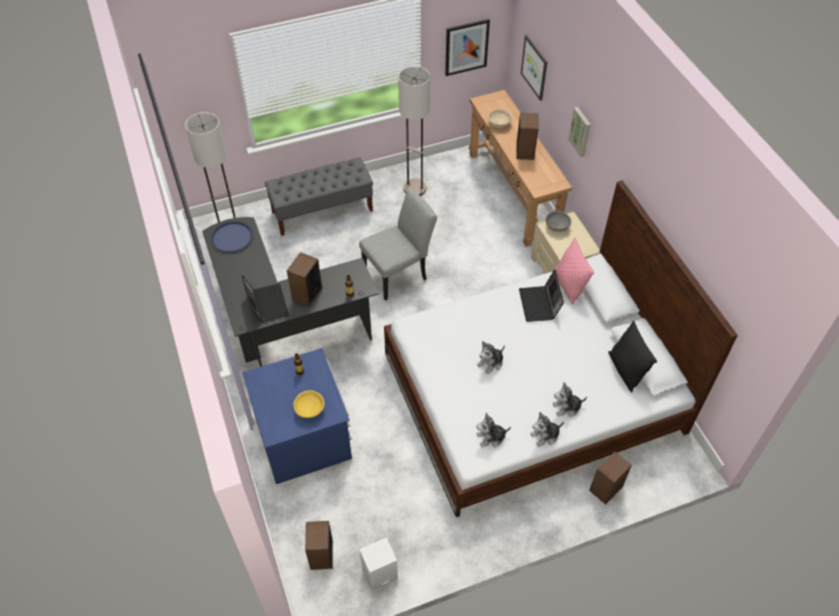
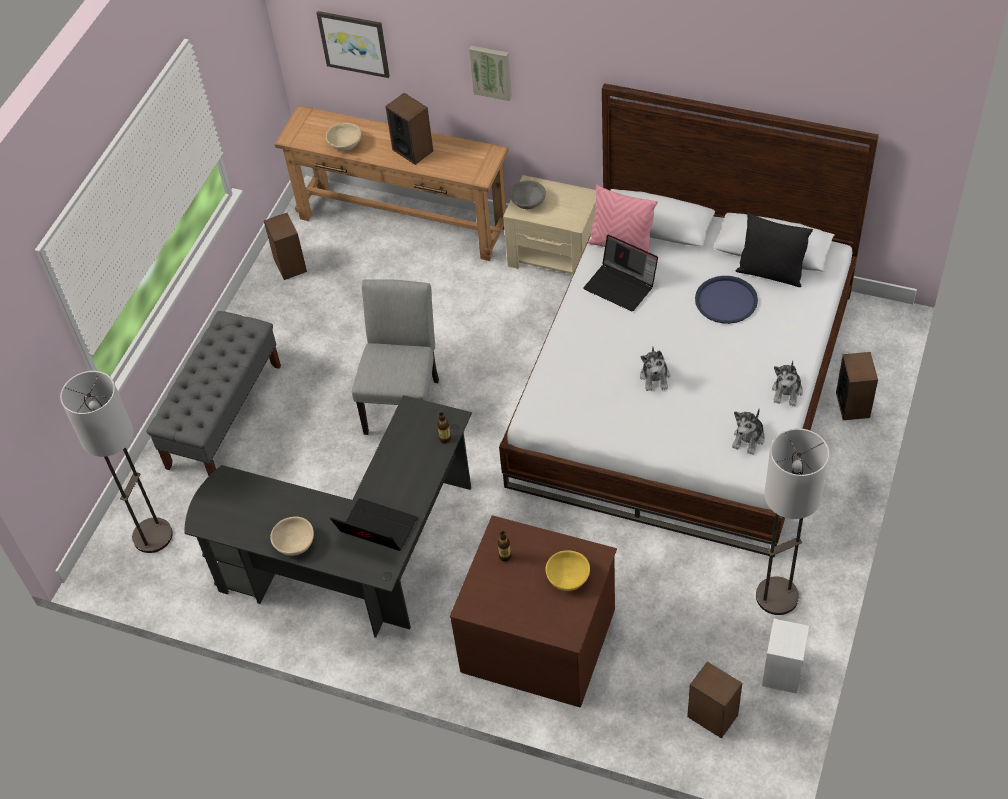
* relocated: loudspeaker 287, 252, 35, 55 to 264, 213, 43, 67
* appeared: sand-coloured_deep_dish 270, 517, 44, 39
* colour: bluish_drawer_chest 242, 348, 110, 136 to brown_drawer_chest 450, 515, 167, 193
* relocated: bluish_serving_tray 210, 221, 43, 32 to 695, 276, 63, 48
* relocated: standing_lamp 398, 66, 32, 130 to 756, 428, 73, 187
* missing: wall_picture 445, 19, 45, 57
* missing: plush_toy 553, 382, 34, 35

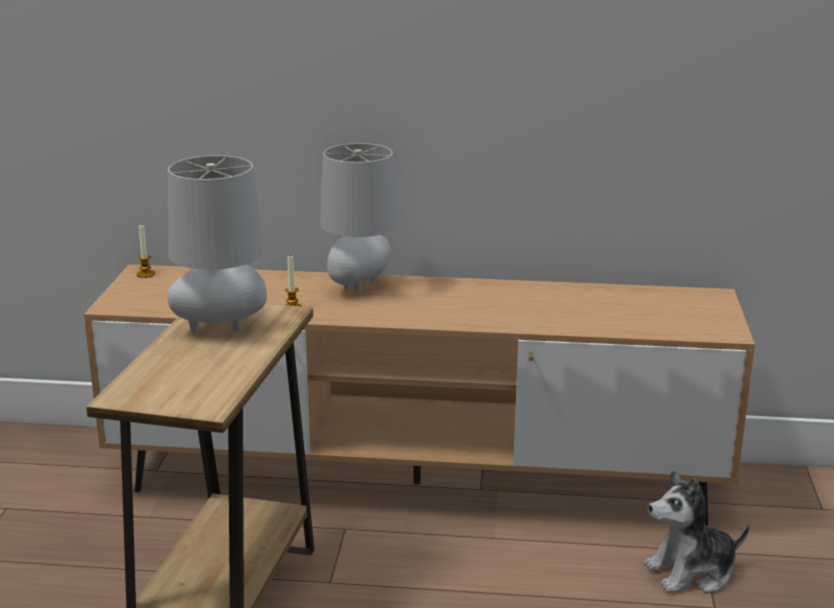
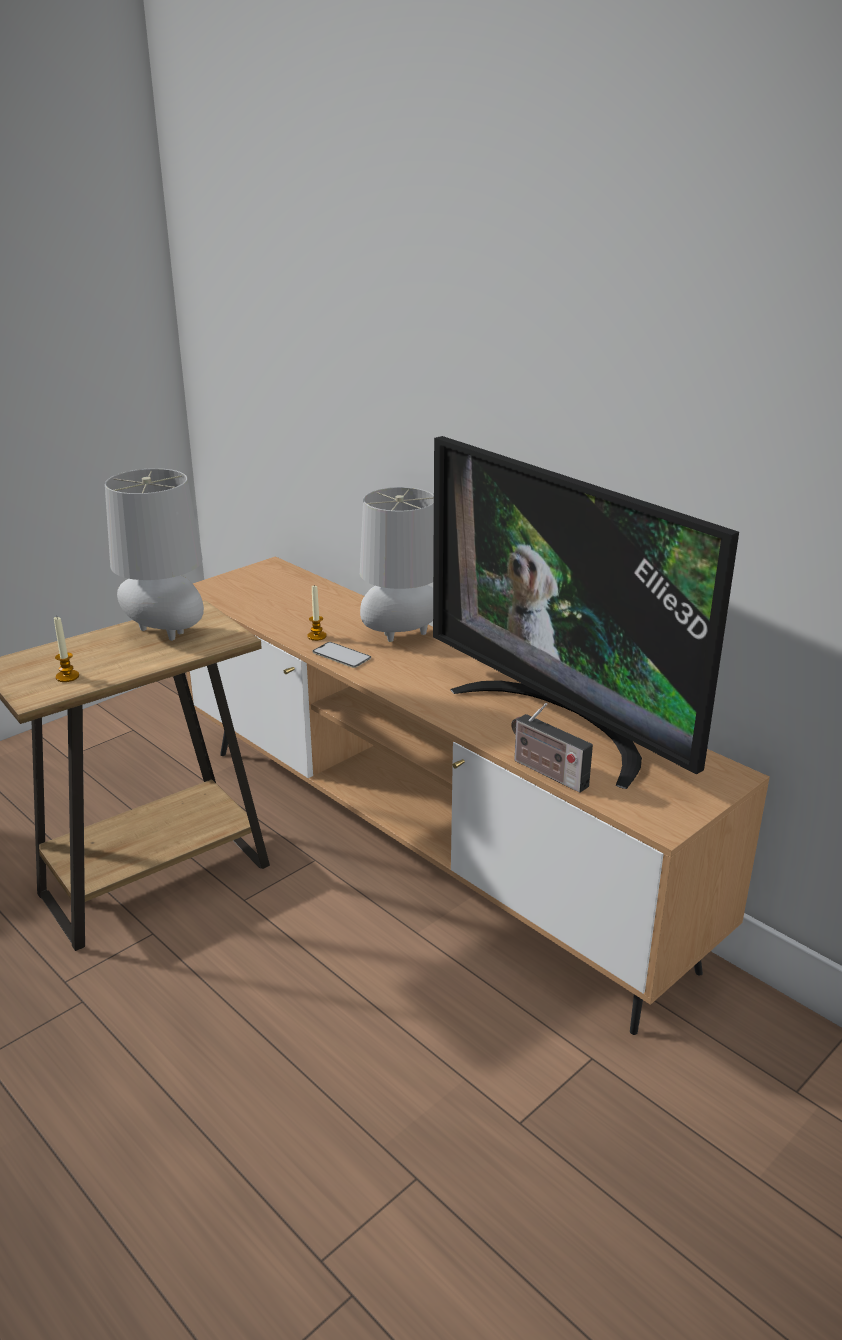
* relocated: candle 137, 225, 18, 53 to 54, 617, 25, 65
* appeared: phone 312, 642, 59, 26
* appeared: TV 433, 436, 306, 353
* appeared: radio 511, 703, 82, 90
* missing: plush_toy 644, 470, 106, 123

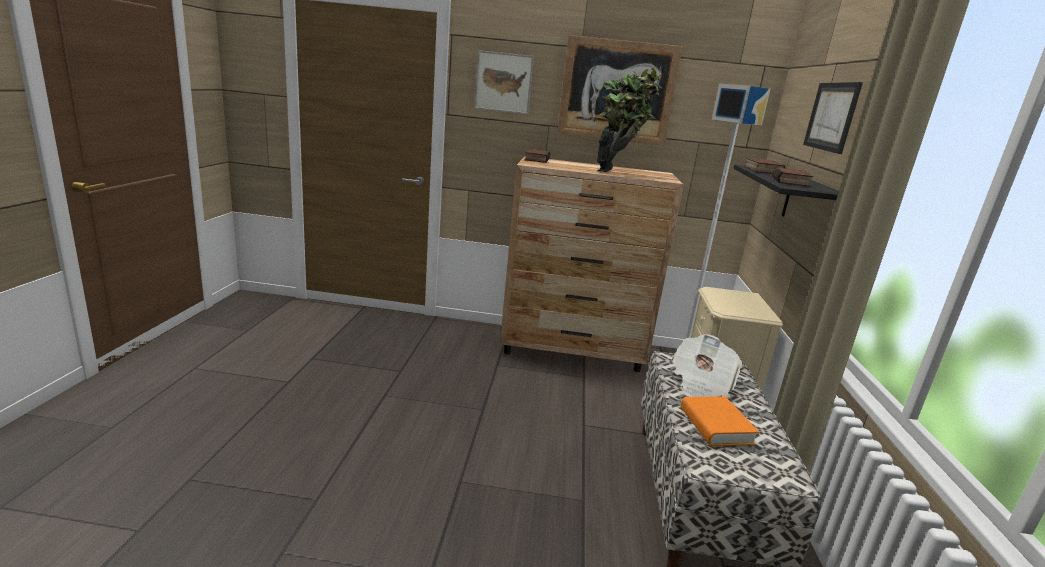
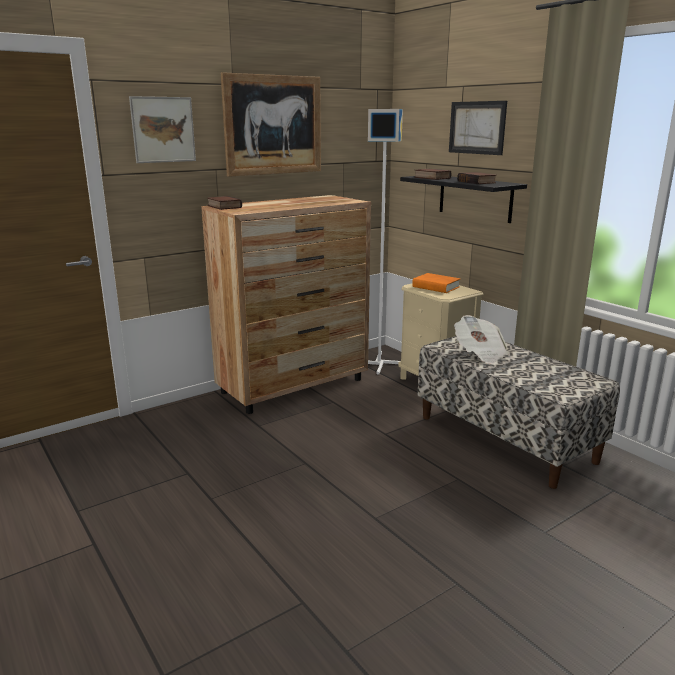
* relocated: orange_volume 681, 396, 78, 50 to 412, 273, 48, 20
* missing: potted_plant 597, 68, 66, 104

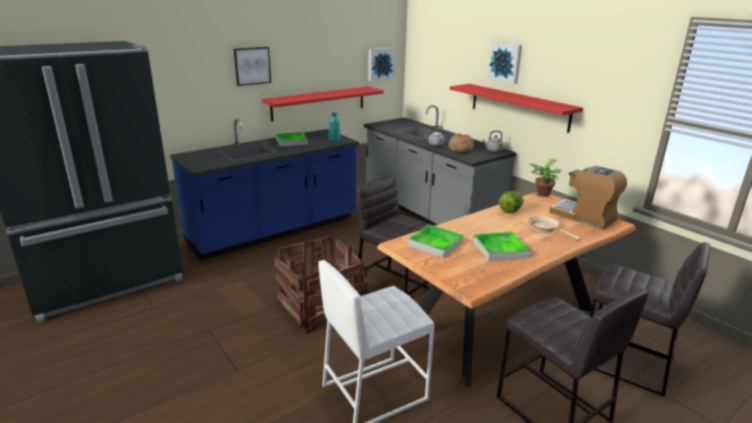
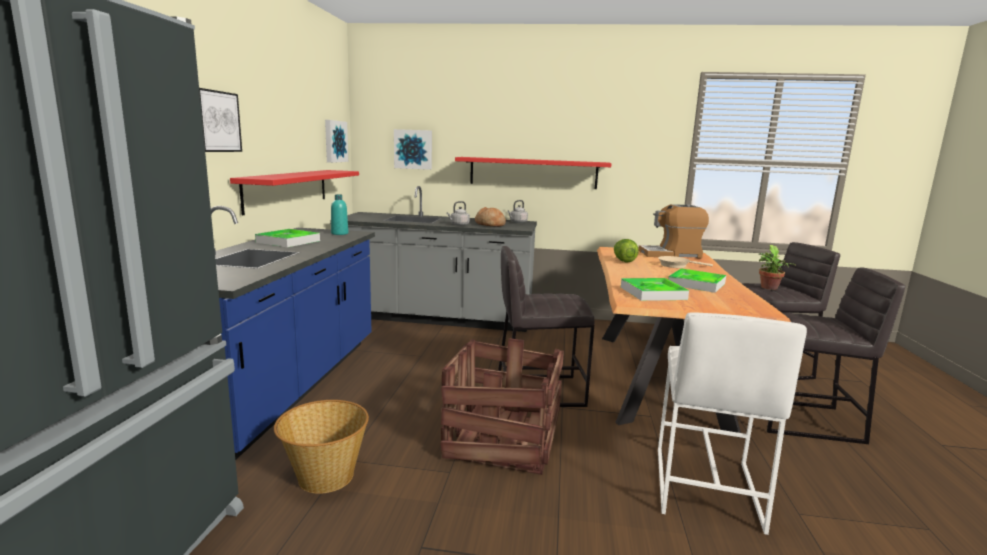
* appeared: basket 274, 400, 95, 94
* relocated: wall_picture 487, 42, 35, 42 to 394, 129, 38, 41
* relocated: potted_plant 528, 159, 33, 38 to 758, 245, 38, 45

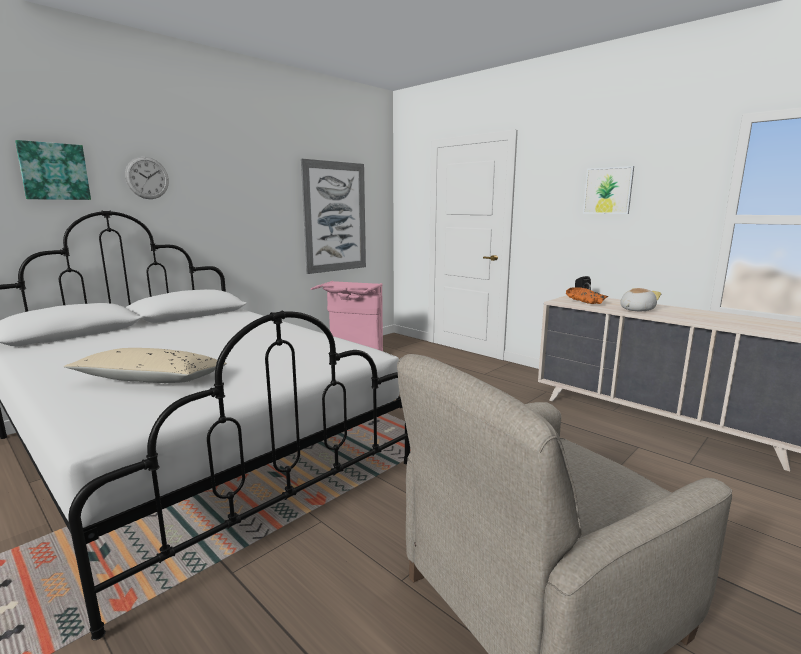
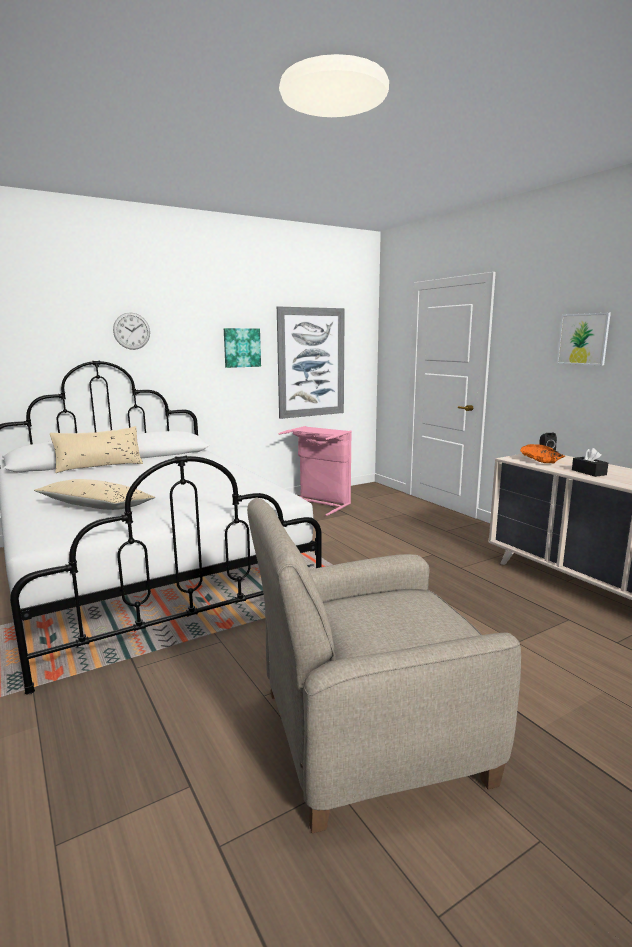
* appeared: sand-coloured_cushion 50, 426, 93, 47
* relocated: wall_picture 15, 140, 76, 60 to 224, 328, 37, 40
* exchanged: plush_toy 620, 288, 42, 23 to blackish_tissue_holder 572, 448, 36, 29

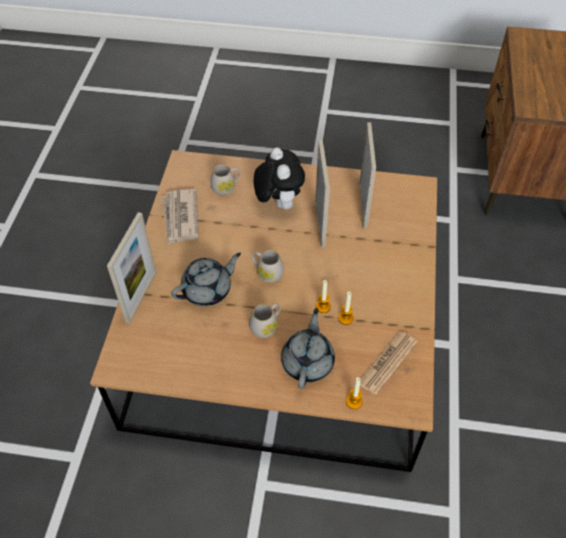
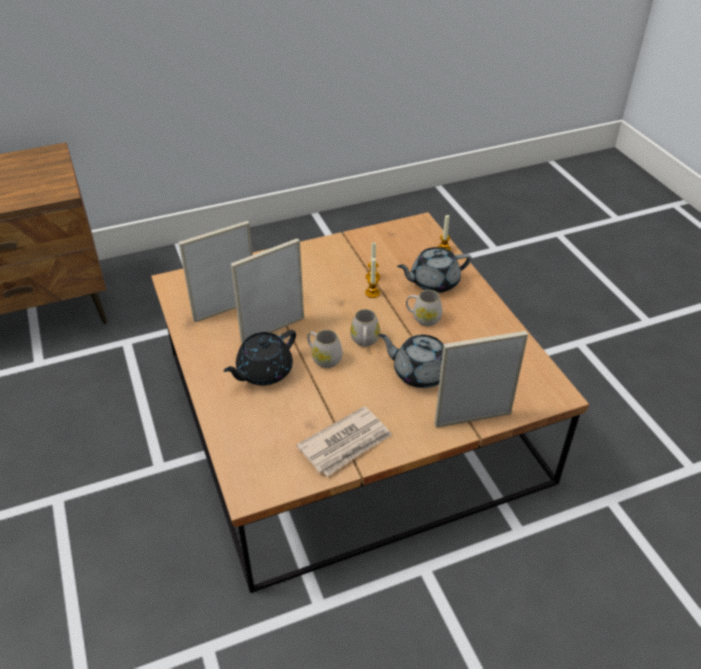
* exchanged: plush_toy 254, 147, 51, 63 to blackish_tea_pot 223, 330, 73, 55
* relocated: white-coloured_tea_mug 210, 165, 30, 30 to 307, 330, 36, 38
* missing: newspaper 360, 332, 58, 63

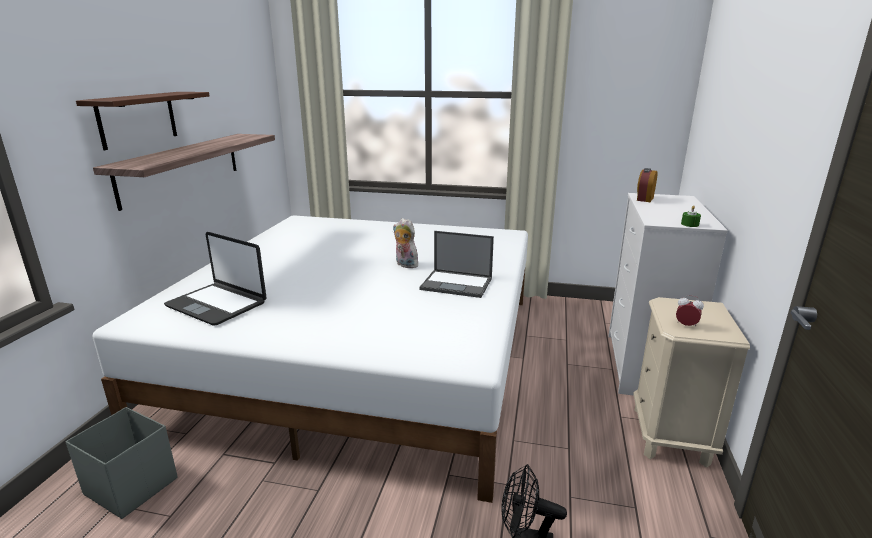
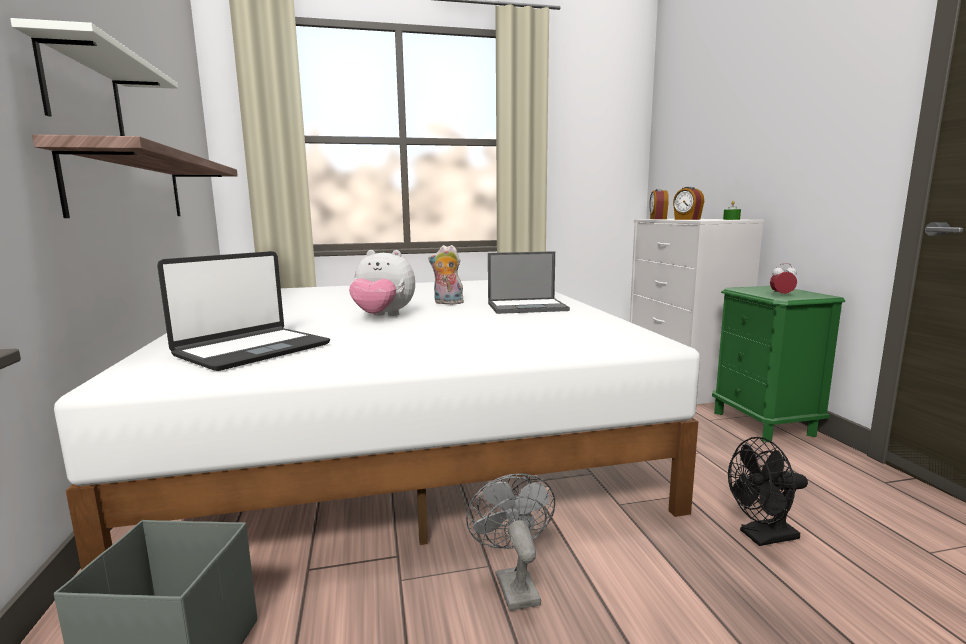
* colour: brown_wall_shelf 76, 92, 134, 58 to white-coloured_wall_shelf 10, 18, 168, 118
* spun: laptop 164, 232, 103, 93 = 157, 251, 173, 120 60 degrees counterclockwise
* appeared: plush_toy 349, 250, 66, 66
* appeared: gray_cooling_fan 466, 473, 89, 138
* appeared: alarm_clock 673, 187, 31, 33
* colour: sand-coloured_bedside_table 633, 297, 117, 171 to green-coloured_bedside_table 712, 286, 133, 157

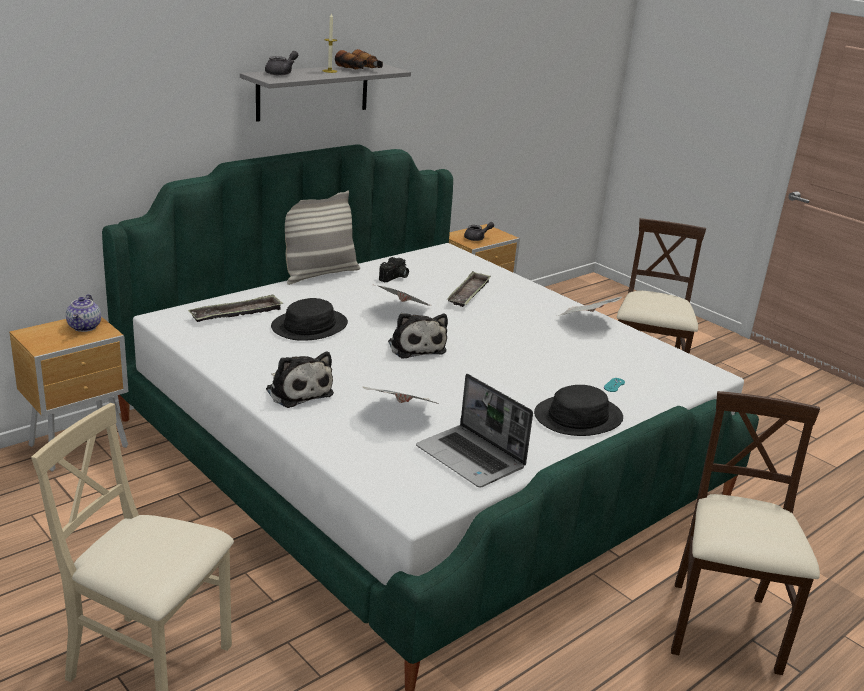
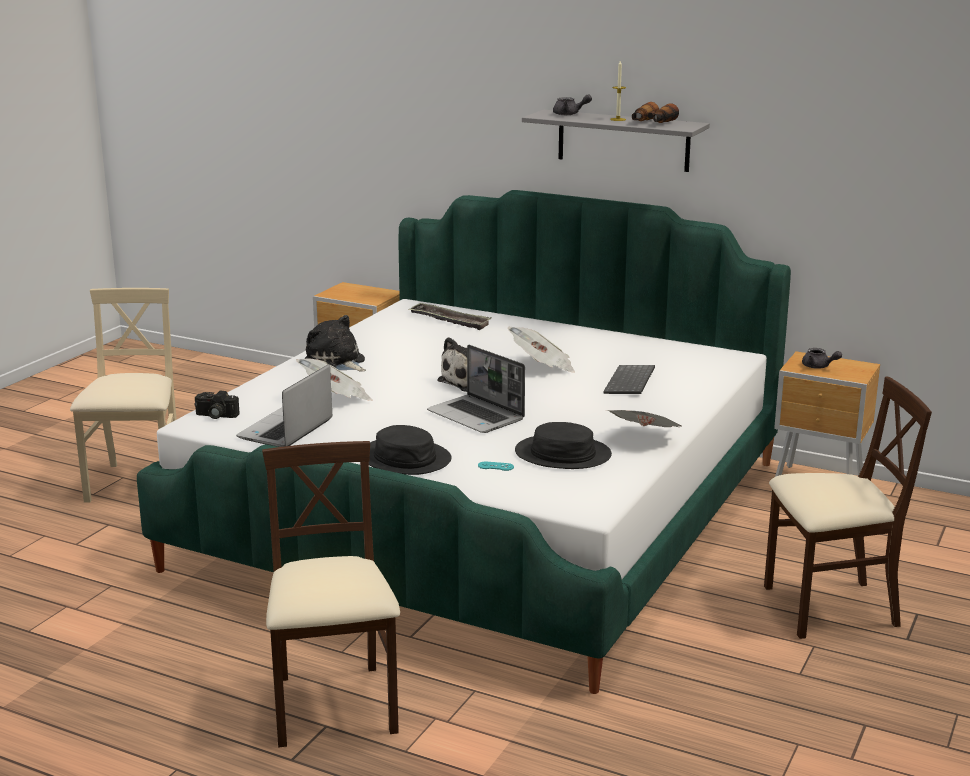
* relocated: photo_camera 379, 257, 30, 25 to 195, 391, 45, 28
* spun: sand-coloured_plain_chair 671, 391, 149, 284 = 262, 441, 138, 307 90 degrees counterclockwise
* spun: plush_toy 266, 352, 68, 56 = 305, 315, 61, 57 105 degrees clockwise
* appeared: laptop 427, 345, 98, 88
* relocated: blackish_wearable_hat 271, 298, 77, 43 to 515, 422, 97, 47
* exchanged: serving_tray 447, 271, 44, 36 to keyboard 603, 365, 52, 29
* missing: tea_pot 66, 294, 35, 38
* missing: cushion 285, 190, 75, 95

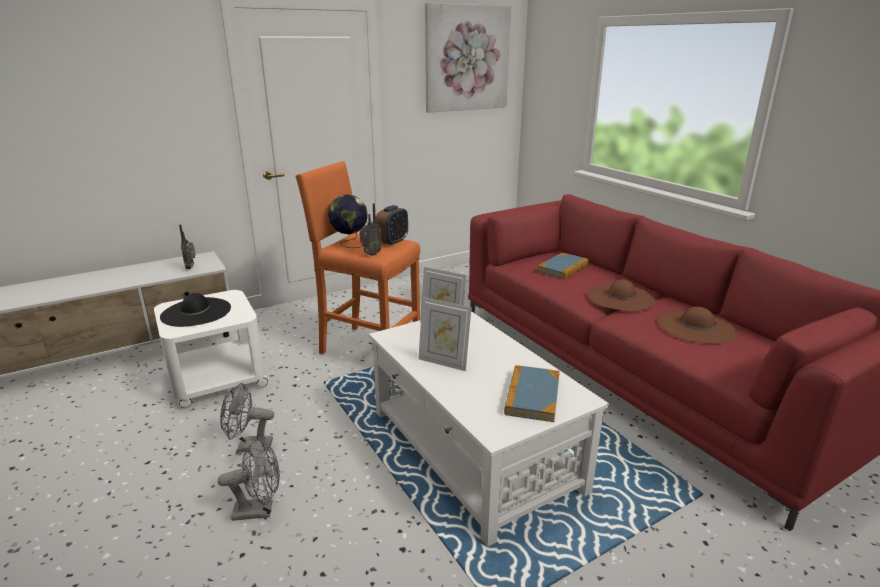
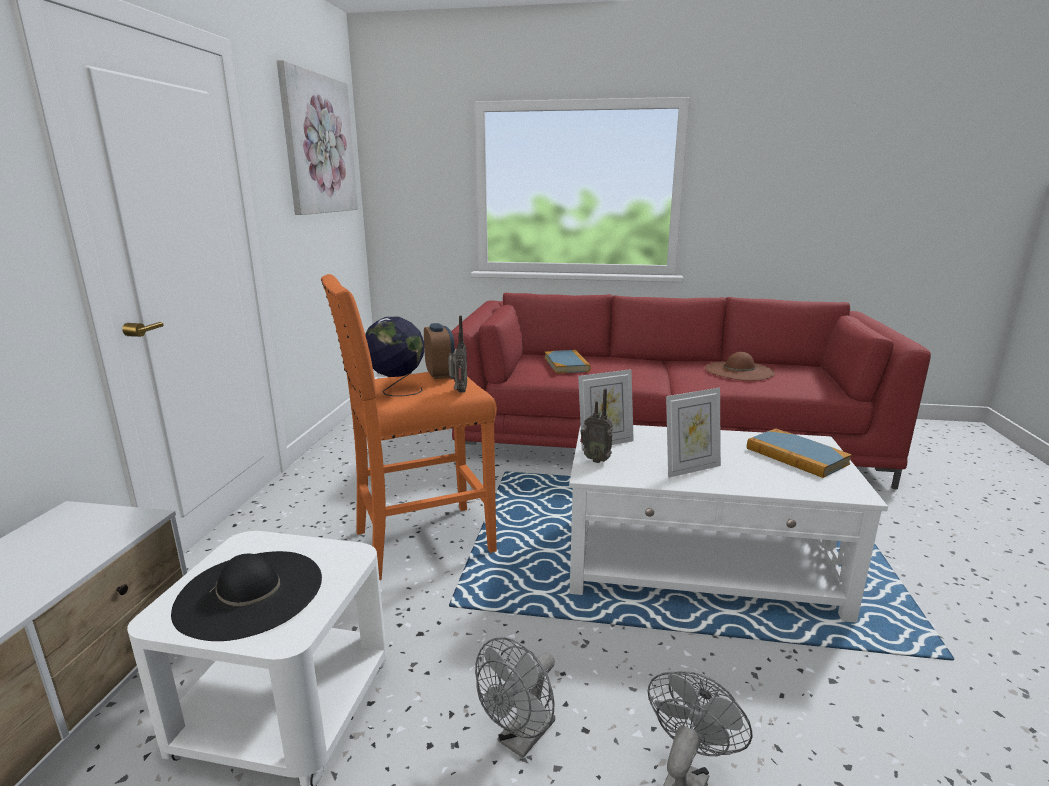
* relocated: radio 179, 224, 17, 45 to 580, 388, 33, 75
* missing: brown_wearable_hat 588, 279, 68, 32

